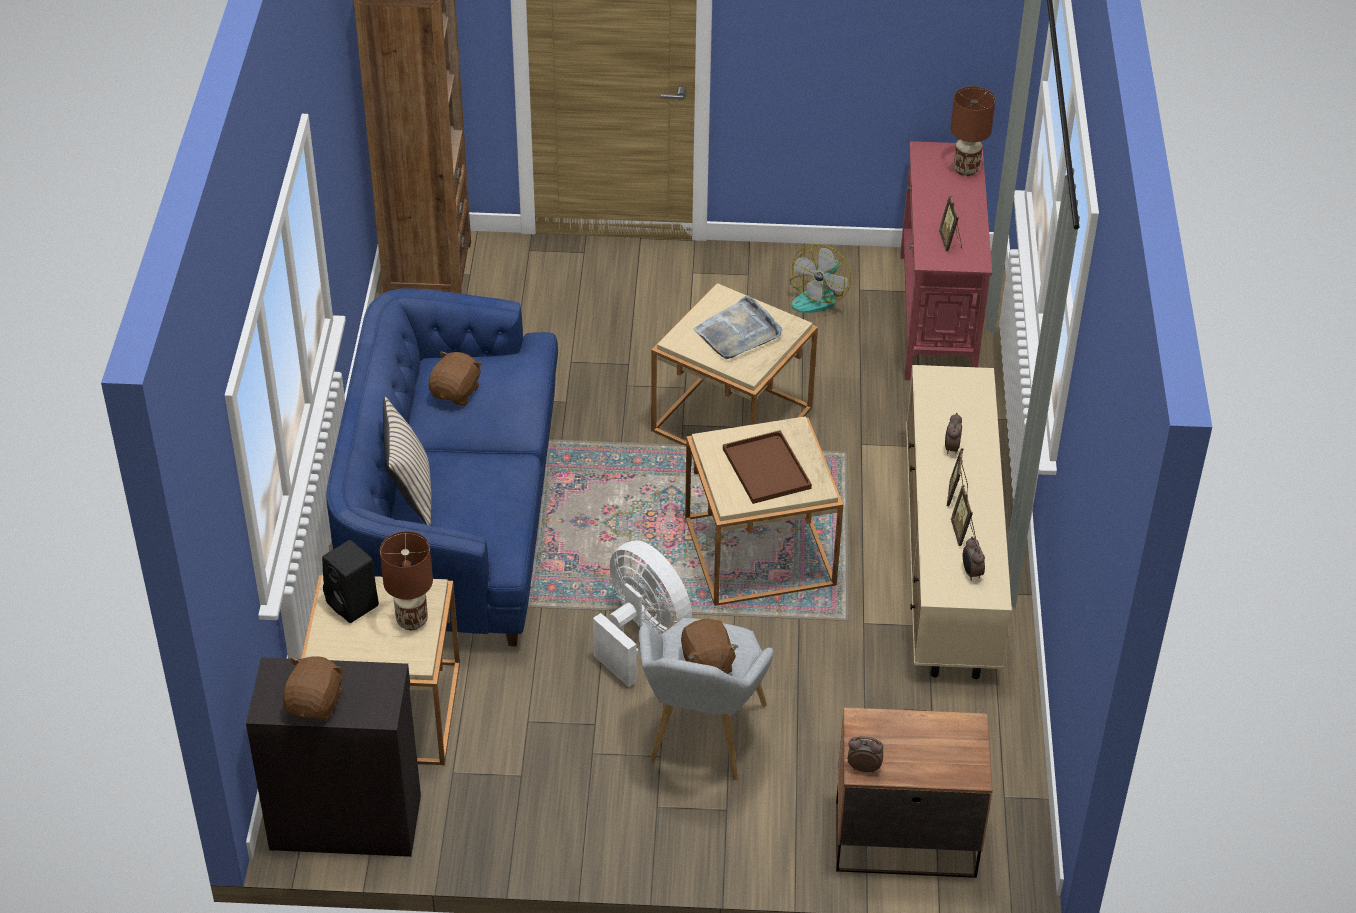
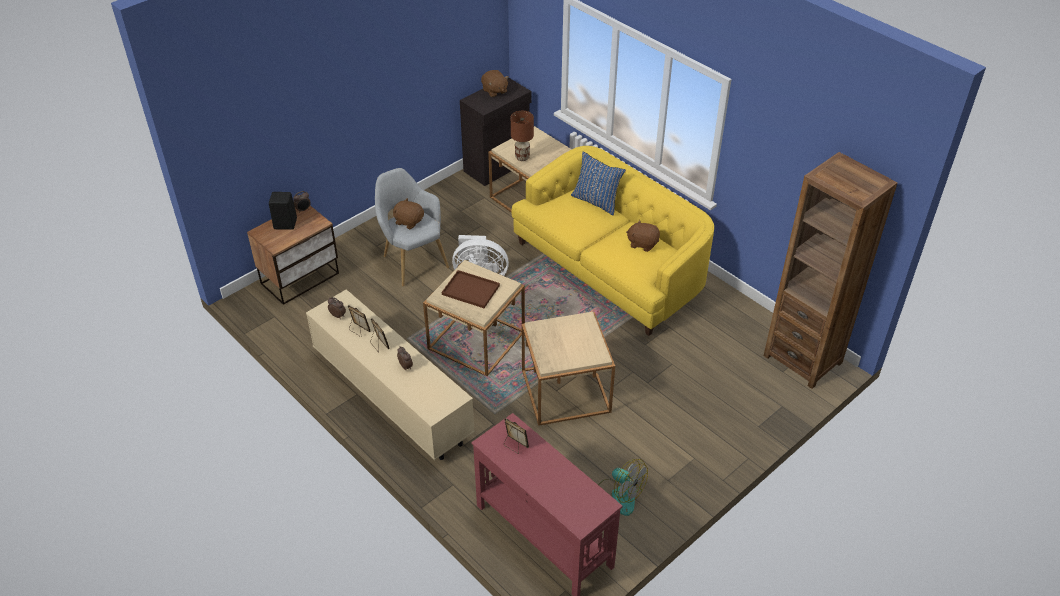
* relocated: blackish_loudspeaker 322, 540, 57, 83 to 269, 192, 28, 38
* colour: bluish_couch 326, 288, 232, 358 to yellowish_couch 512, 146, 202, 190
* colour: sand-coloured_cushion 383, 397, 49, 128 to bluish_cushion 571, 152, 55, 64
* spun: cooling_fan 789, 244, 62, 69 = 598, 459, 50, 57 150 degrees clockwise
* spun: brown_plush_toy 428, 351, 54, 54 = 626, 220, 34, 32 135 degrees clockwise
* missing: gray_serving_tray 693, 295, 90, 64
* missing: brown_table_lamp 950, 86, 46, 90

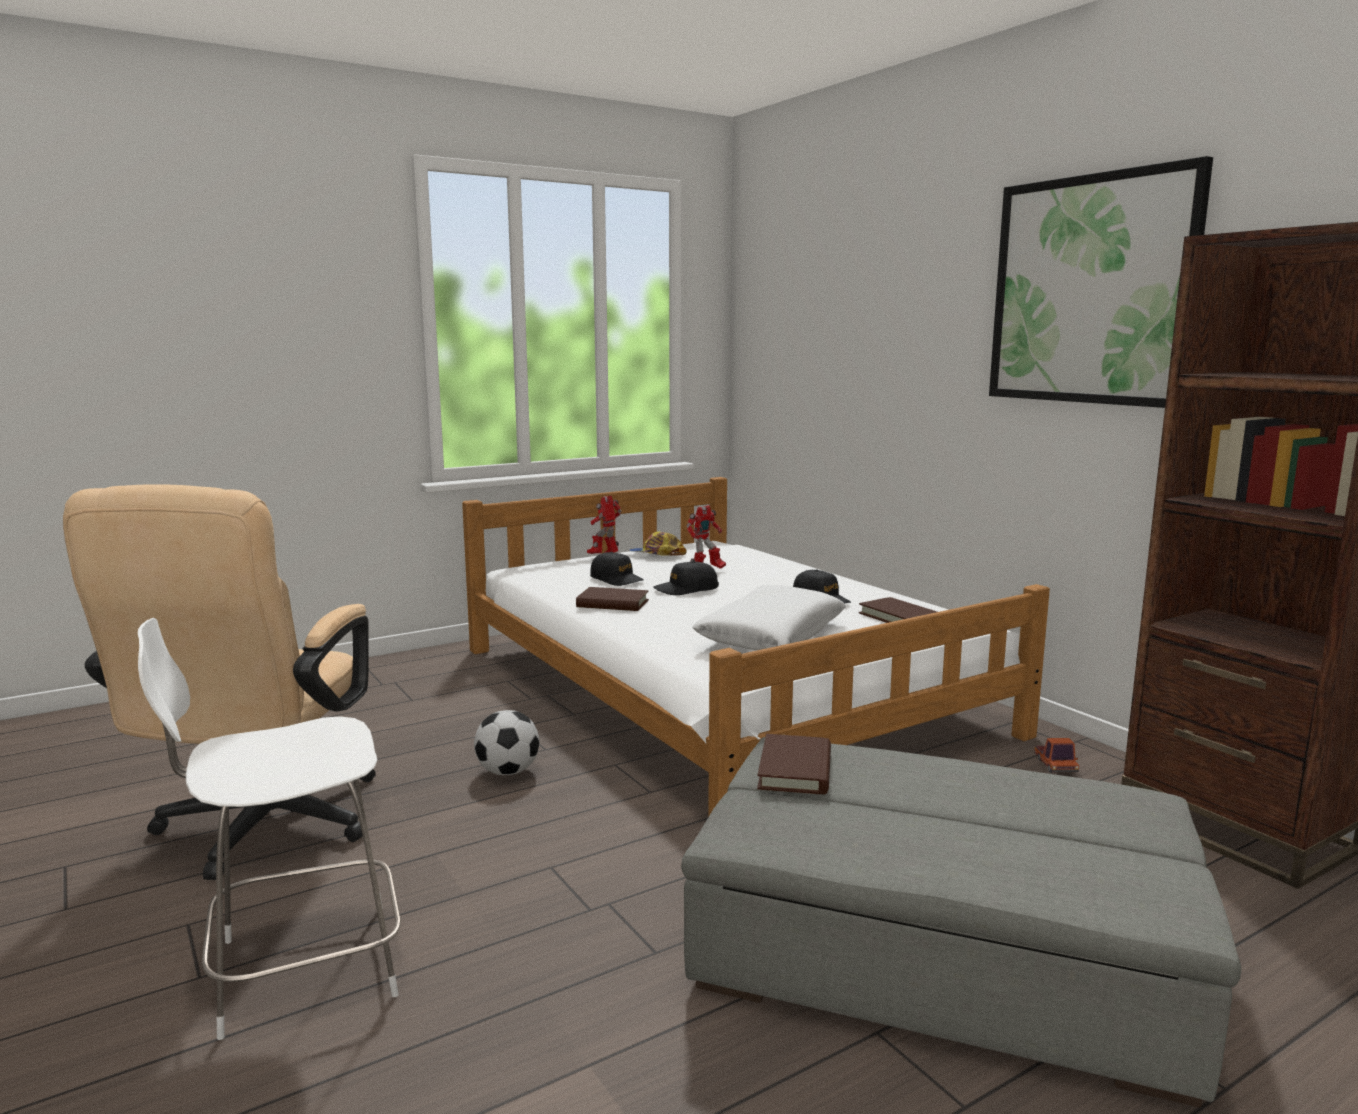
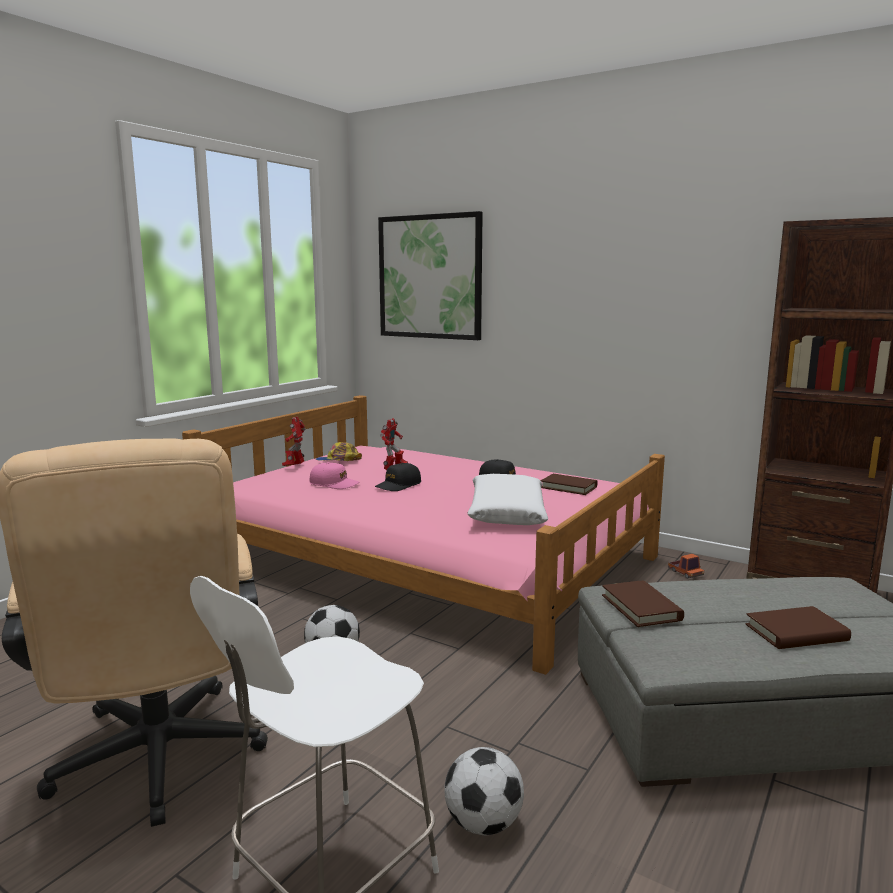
* colour: white-coloured_sleeping_bed 462, 477, 588, 340 to pink-coloured_sleeping_bed 182, 395, 483, 280
* colour: blackish_cap 590, 552, 54, 34 to pink-coloured_cap 310, 462, 50, 27
* relocated: wall_picture 989, 156, 224, 252 to 378, 211, 105, 129
* appeared: football 444, 747, 80, 88
* relocated: brown_volume 576, 587, 73, 24 to 746, 606, 105, 43

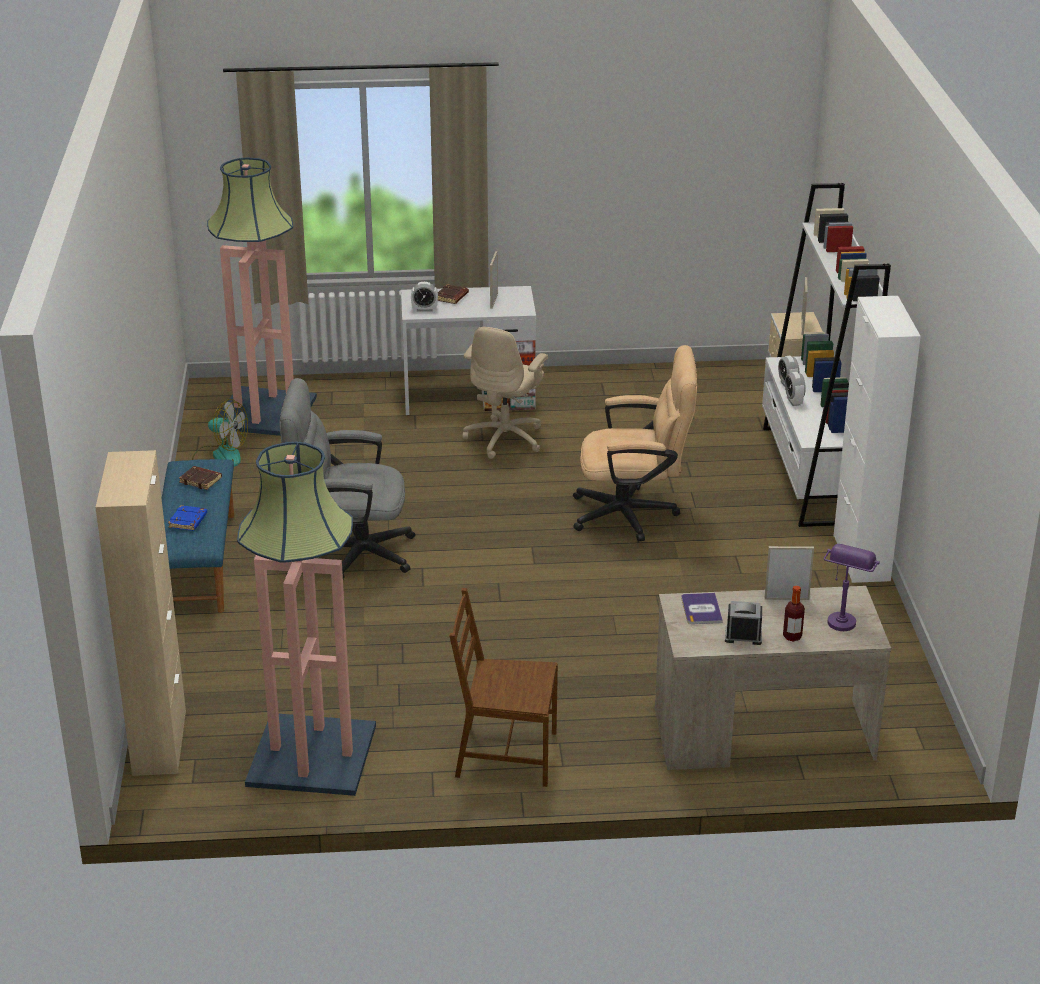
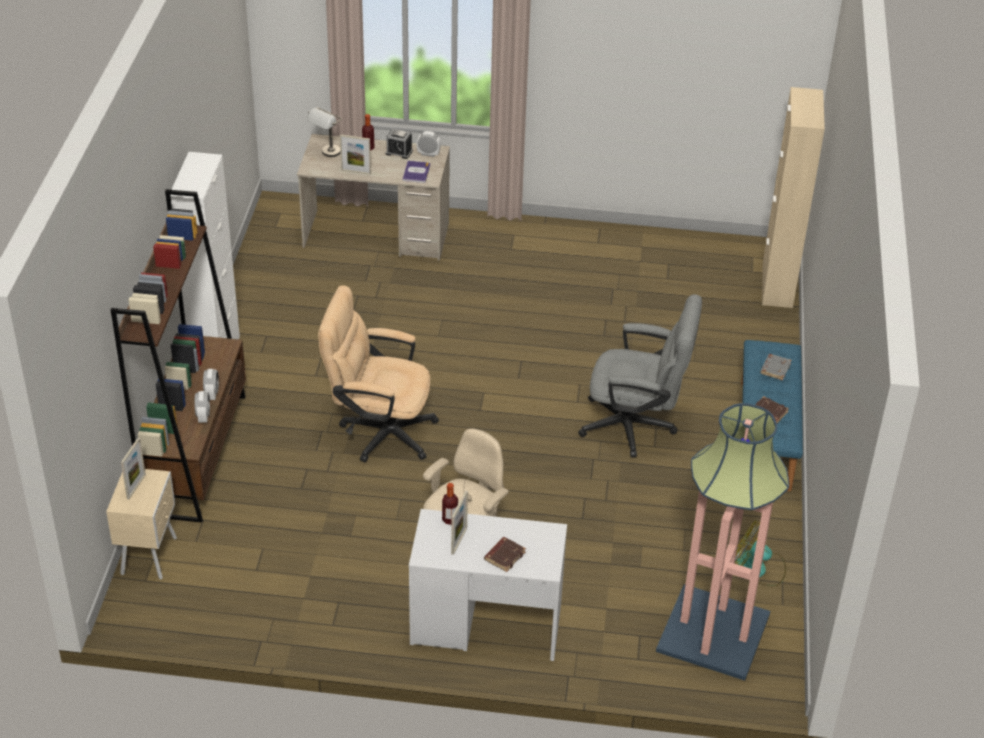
* colour: white-coloured_bookcase 762, 183, 129, 344 to brown_bookcase 111, 189, 135, 334
* colour: purplish_table_lamp 824, 544, 56, 87 to gray_table_lamp 307, 107, 35, 50
* relocated: alarm_clock 411, 282, 27, 30 to 417, 131, 24, 26
* appeared: beverage_bottle 442, 483, 16, 42
* colour: bluish_volume 168, 505, 39, 26 to gray_volume 760, 354, 31, 27
* missing: standing_lamp 237, 442, 139, 354
* missing: brown_plain_chair 449, 588, 109, 199

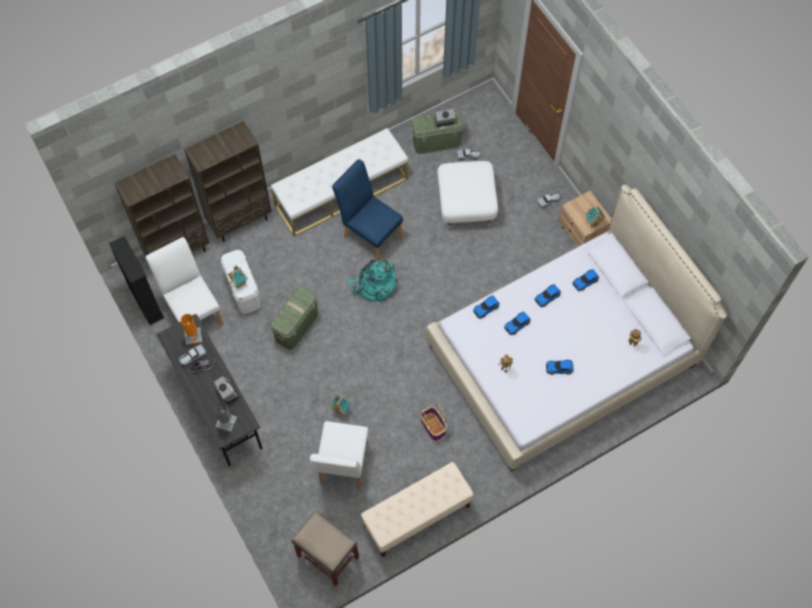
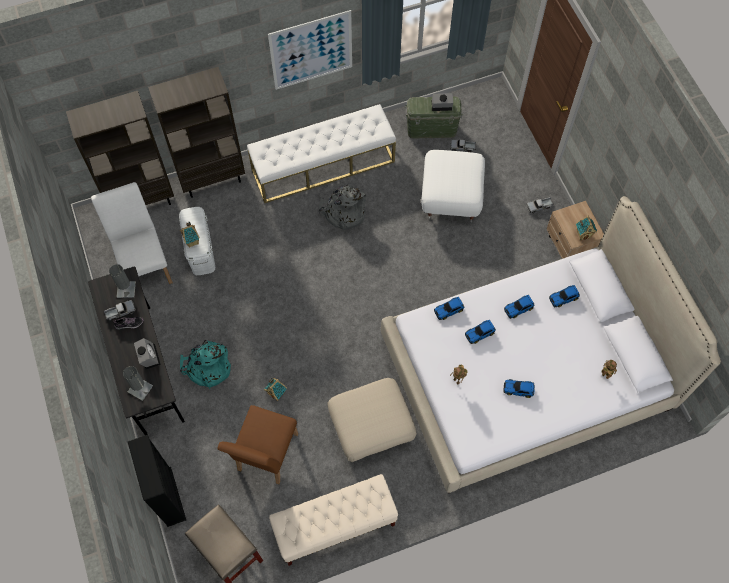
* colour: orange_table_lamp 181, 314, 21, 31 to gray_table_lamp 109, 264, 27, 34
* relocated: blackish_bookcase 109, 236, 55, 89 to 128, 435, 58, 92
* relocated: turquoise-coloured_knapsack 348, 260, 49, 42 to 180, 340, 51, 49
* colour: white-coloured_plain_chair 310, 421, 58, 68 to brown_plain_chair 217, 405, 81, 79
* appeared: wall_picture 268, 10, 84, 80
* exchanged: bluish_plain_chair 332, 159, 71, 102 to gray_knapsack 319, 185, 47, 45
* exchanged: basket 421, 404, 26, 37 to sand-coloured_ottoman 327, 378, 90, 84
* missing: green-coloured_storage_bin 270, 287, 48, 63

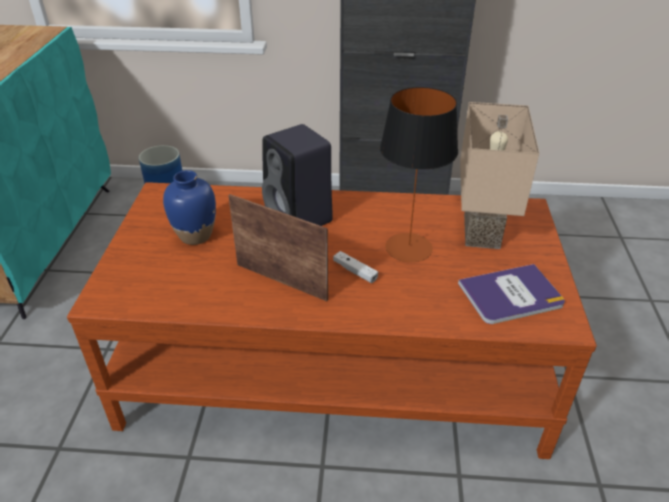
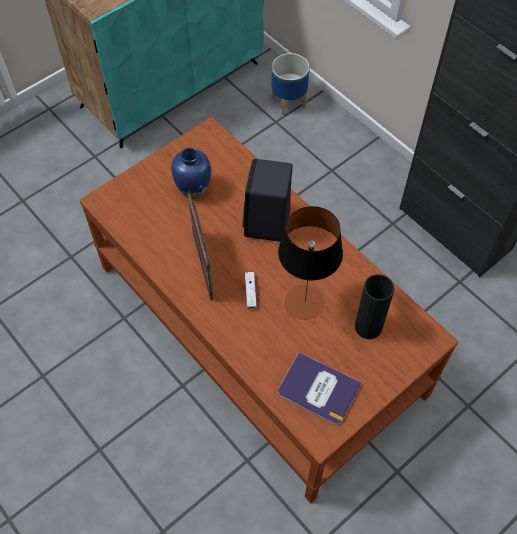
* exchanged: sand-coloured_table_lamp 460, 102, 79, 147 to blackish_flower_vase 355, 274, 40, 65

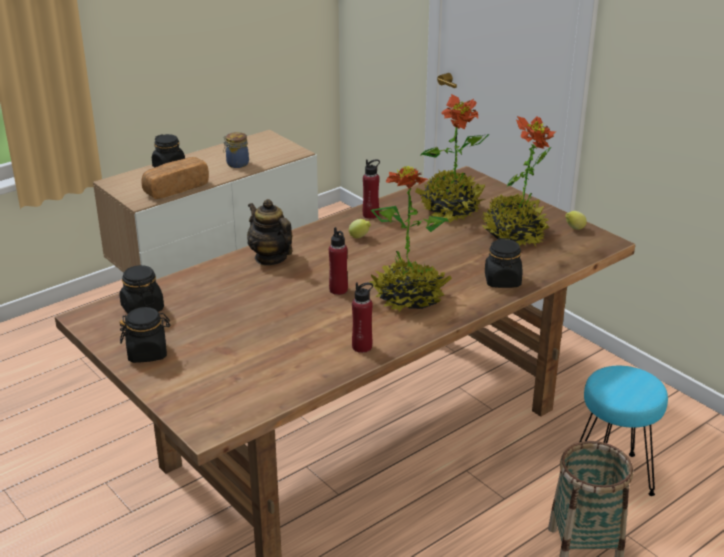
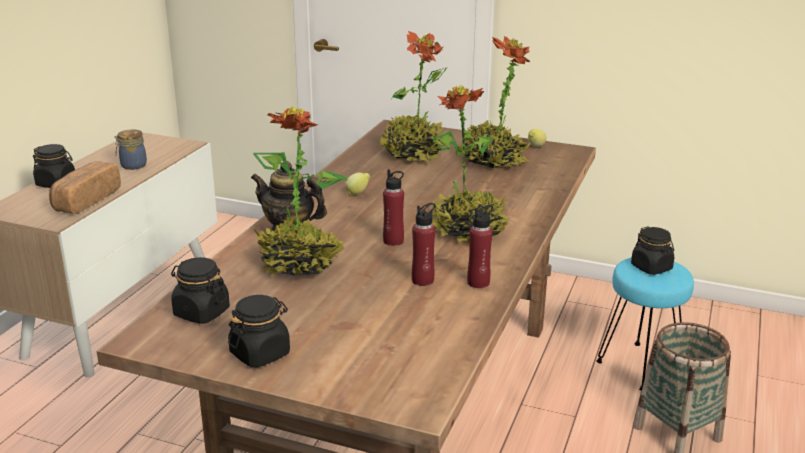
* appeared: potted_plant 253, 106, 95, 170
* relocated: reddish_beverage_bottle 363, 159, 17, 60 to 412, 203, 24, 83
* relocated: blackish_jar 485, 238, 38, 50 to 631, 226, 43, 49

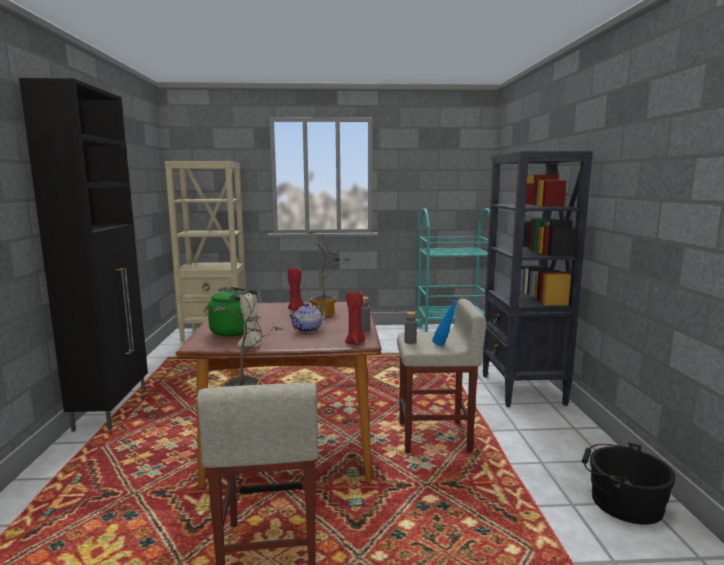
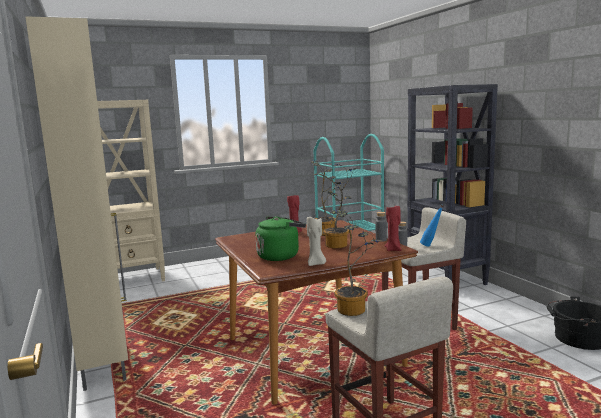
* colour: blackish_cabinet 19, 78, 129, 354 to sand-coloured_cabinet 25, 16, 103, 375
* exchanged: tea_pot 288, 303, 38, 29 to potted_plant 312, 164, 45, 84

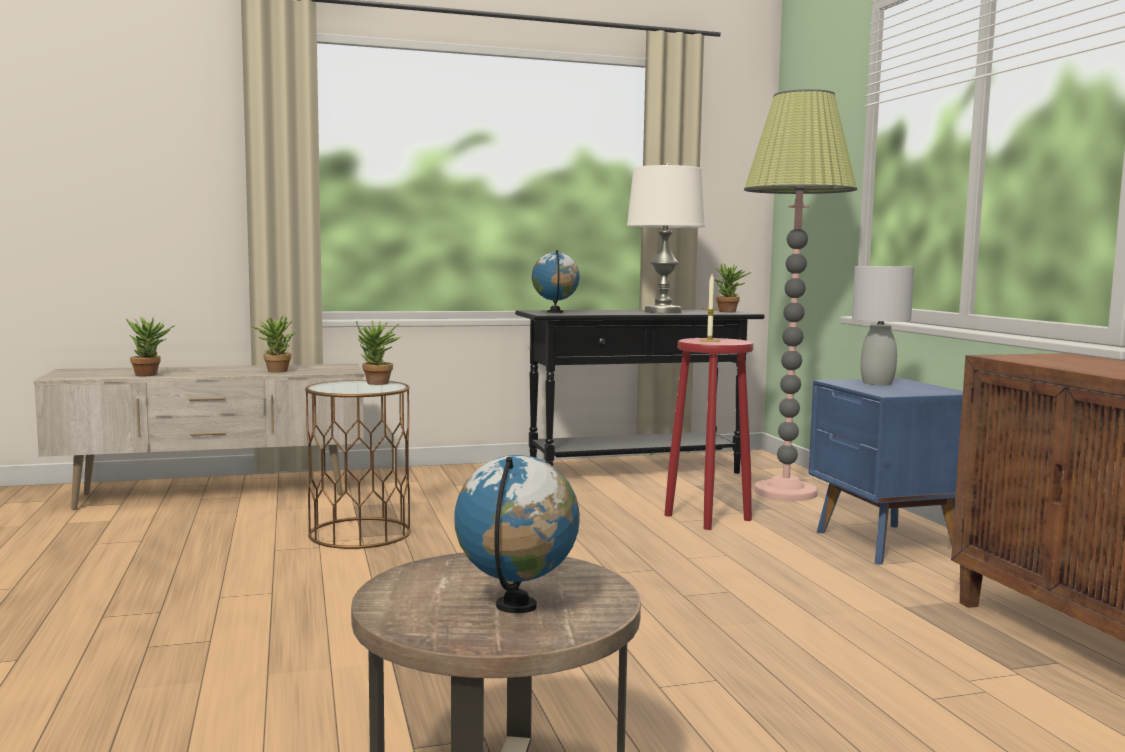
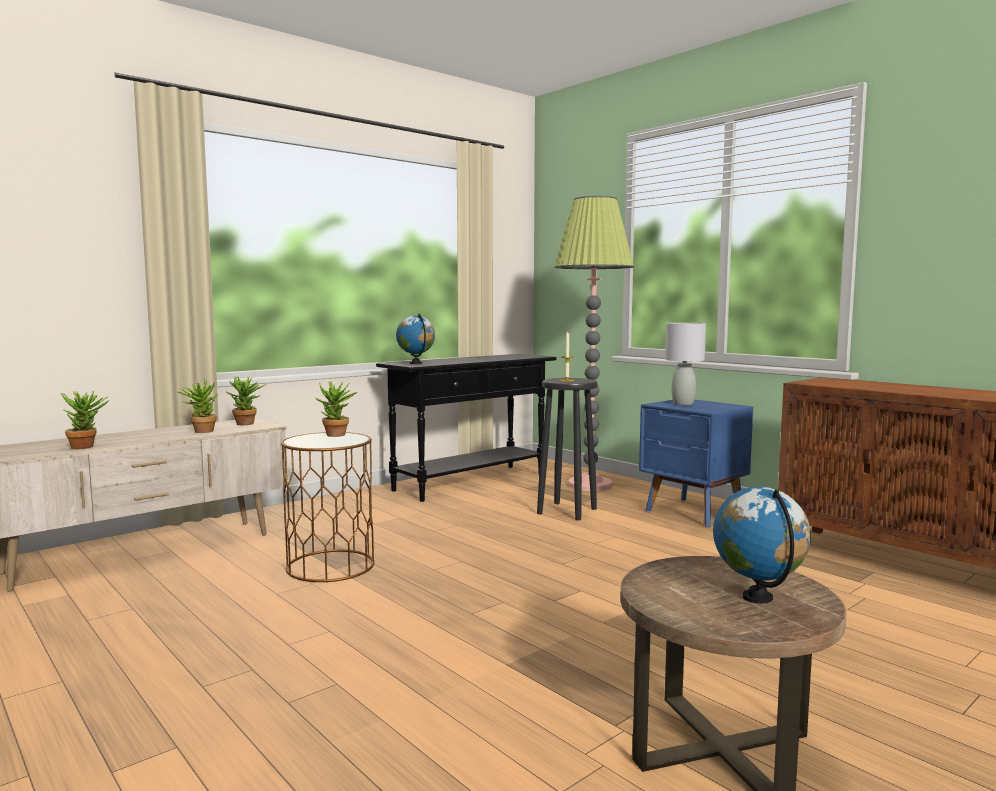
* relocated: potted_plant 714, 263, 38, 50 to 227, 377, 40, 48
* colour: reddish_stool 665, 338, 89, 192 to blackish_stool 537, 378, 61, 142
* missing: white-coloured_table_lamp 627, 163, 78, 150

